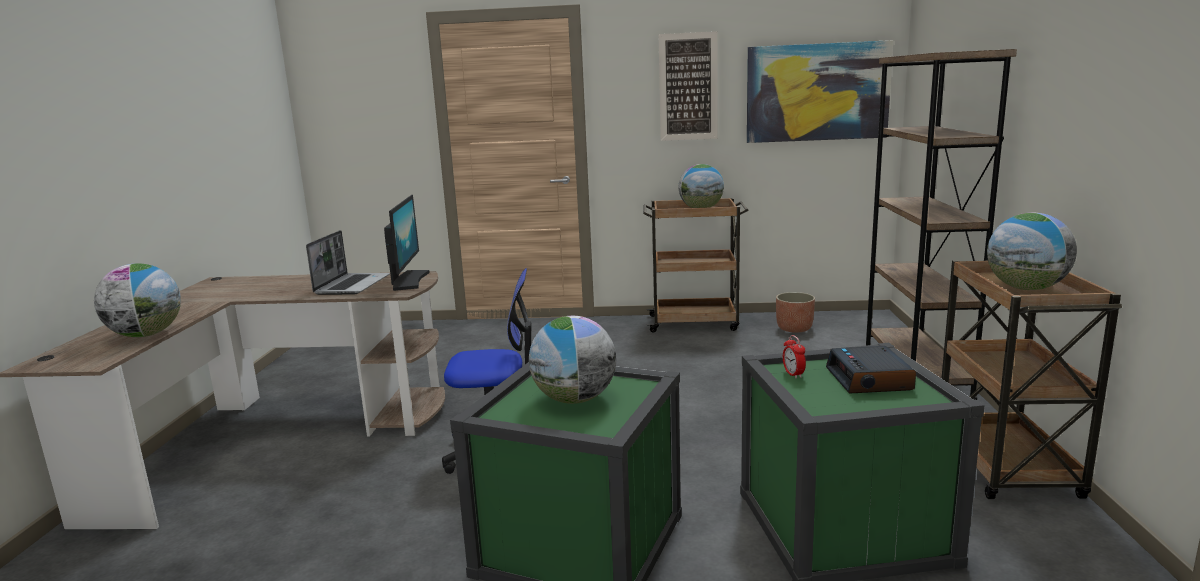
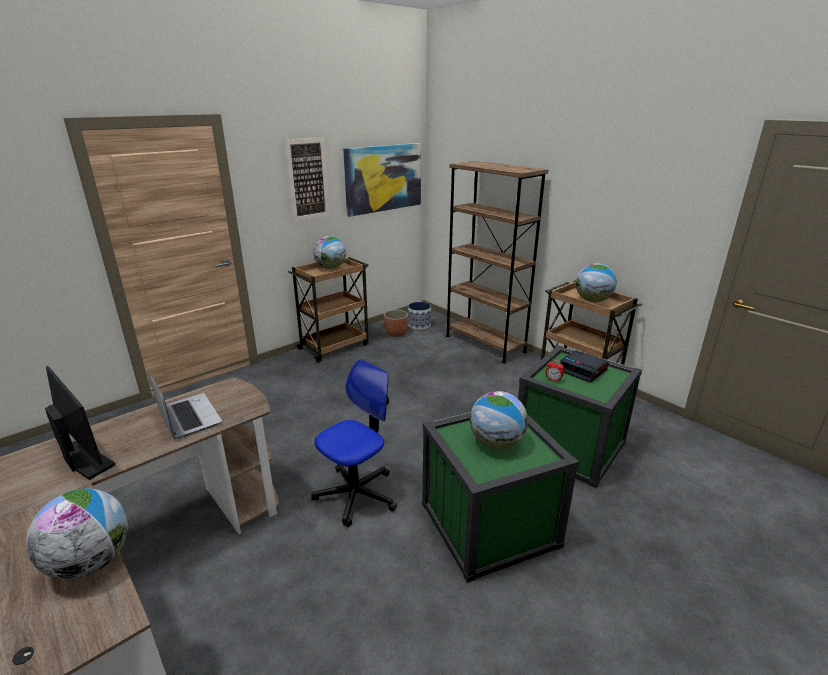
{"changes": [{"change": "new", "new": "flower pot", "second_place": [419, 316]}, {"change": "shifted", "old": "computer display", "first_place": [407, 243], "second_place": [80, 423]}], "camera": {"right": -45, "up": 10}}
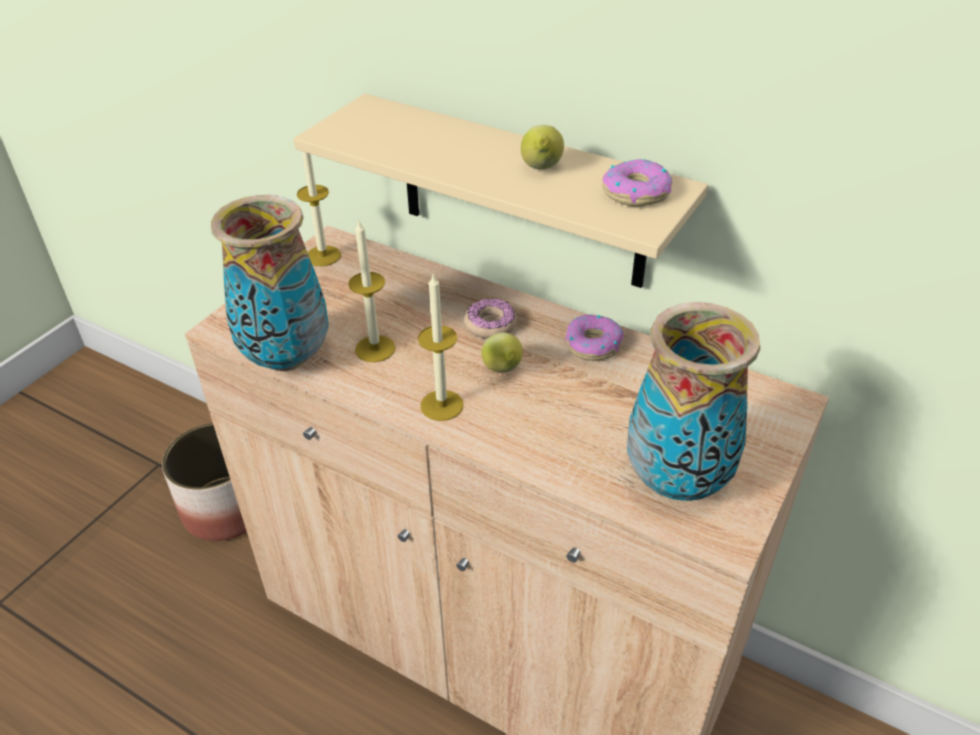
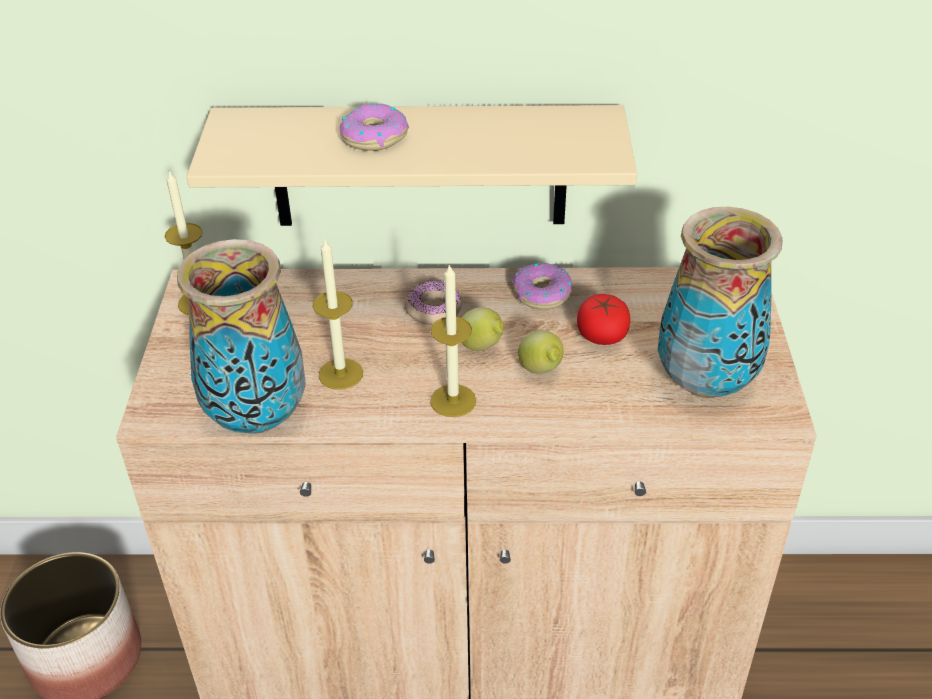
{"changes": [{"change": "new", "new": "fresh tomato", "second_place": [603, 319]}, {"change": "shifted", "old": "whole lemon", "first_place": [542, 147], "second_place": [541, 352]}, {"change": "shifted", "old": "donut", "first_place": [637, 182], "second_place": [374, 127]}], "camera": {"right": -30, "up": 0}}
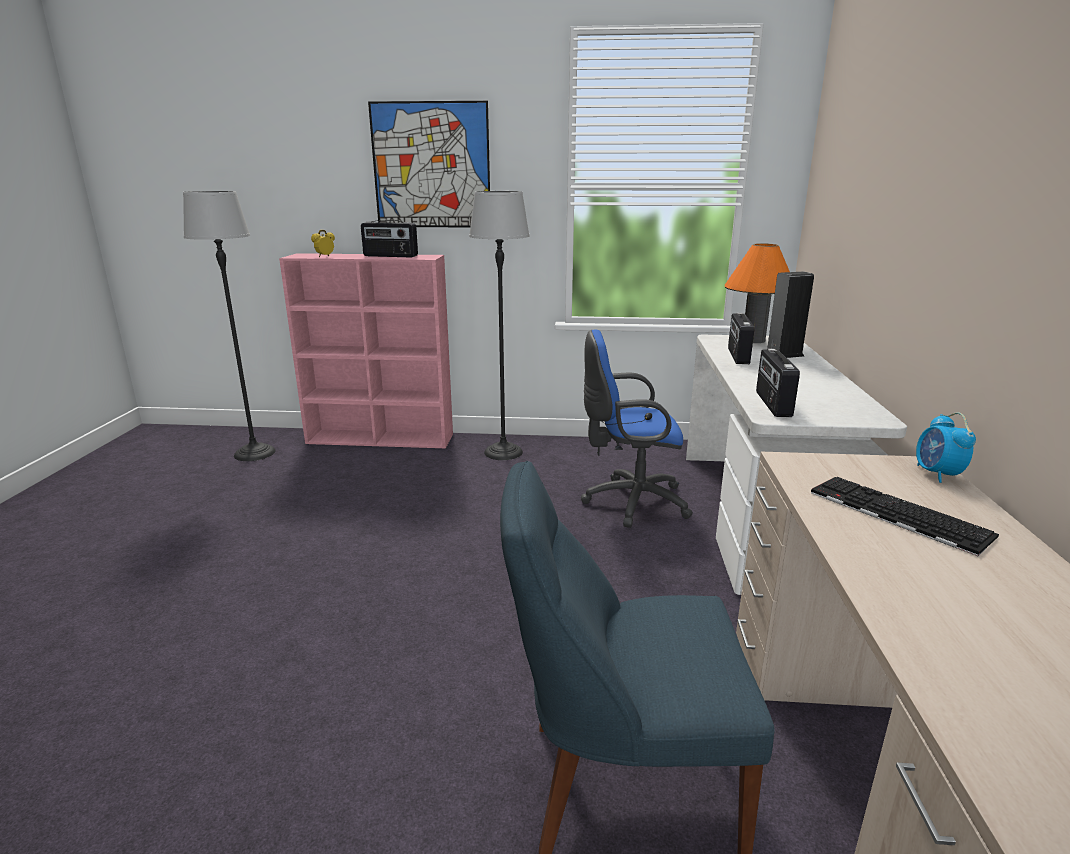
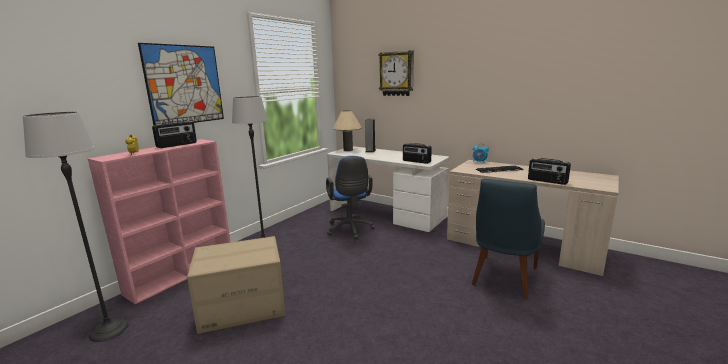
{"changes": [{"change": "new", "new": "cardboard box", "second_place": [236, 285]}, {"change": "new", "new": "hanging clock", "second_place": [396, 73]}, {"change": "shifted", "old": "radio", "first_place": [741, 338], "second_place": [549, 171]}, {"change": "repainted", "old": "tabletop lamp (orange-coloured)", "new": "tabletop lamp (sand-coloured)", "first_place": [757, 293], "second_place": [347, 130]}, {"change": "rotated", "old": "computer chair (blue)", "first_place": [637, 428], "second_place": [350, 197], "degrees": -45}], "camera": {"right": -60, "up": -5}}
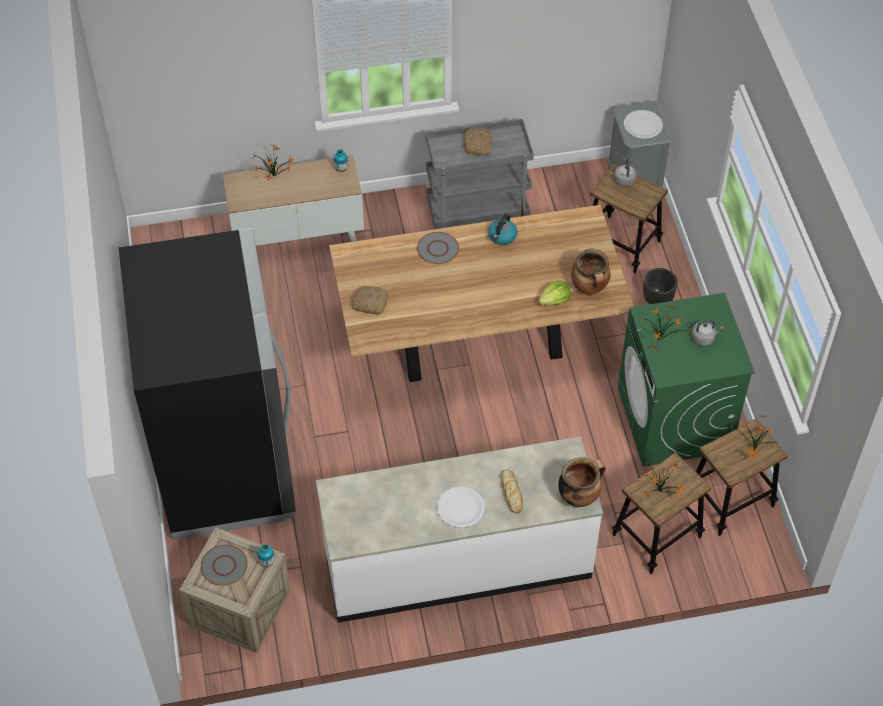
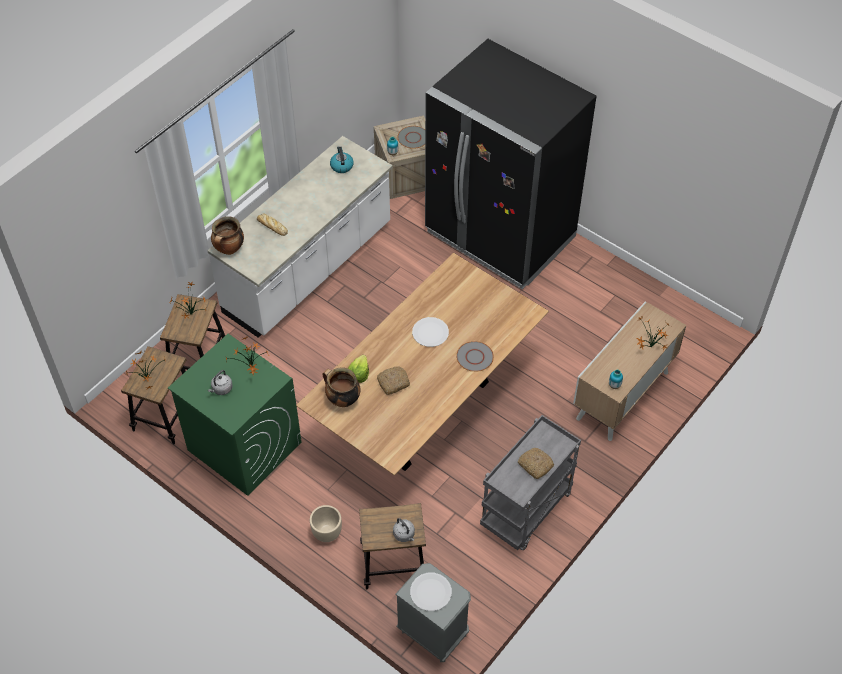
{"changes": [{"change": "shifted", "old": "bakery bread", "first_place": [370, 300], "second_place": [393, 381]}, {"change": "shifted", "old": "dinner plate (whitish)", "first_place": [461, 507], "second_place": [430, 332]}, {"change": "shifted", "old": "kettle", "first_place": [502, 229], "second_place": [342, 159]}, {"change": "repainted", "old": "flower pot (black-coloured)", "new": "flower pot (sand-coloured)", "first_place": [660, 286], "second_place": [326, 523]}], "camera": {"right": 140, "up": 0}}
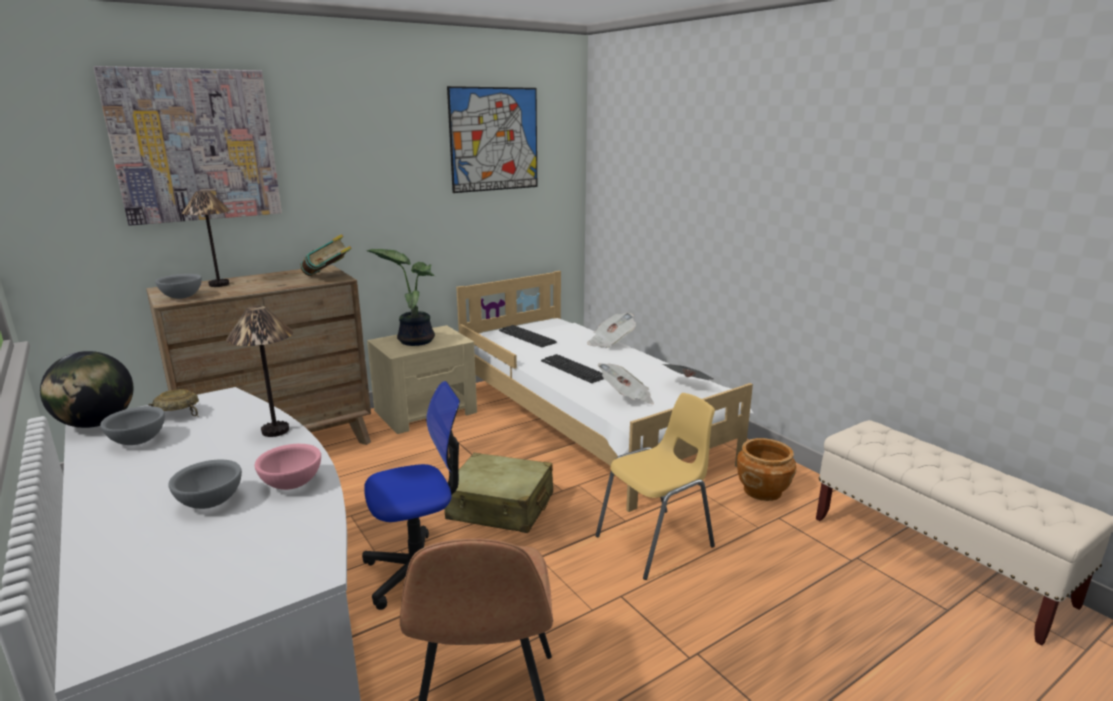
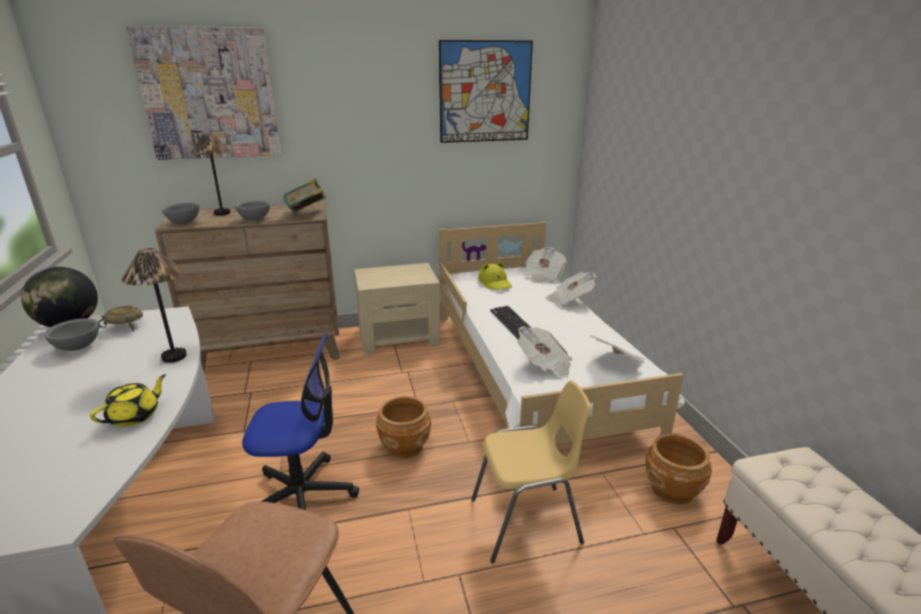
{"changes": [{"change": "gone", "old": "houseplant", "first_place": [401, 297]}, {"change": "new", "new": "newspaper", "second_place": [545, 265]}, {"change": "shifted", "old": "bowl (grey)", "first_place": [205, 484], "second_place": [252, 210]}, {"change": "swapped", "old": "bowl (pinkish)", "new": "pot for tea (yellow)", "first_place": [287, 467], "second_place": [128, 400]}, {"change": "swapped", "old": "suitcase (sand-coloured)", "new": "flower pot (brown-coloured)", "first_place": [498, 493], "second_place": [403, 427]}, {"change": "swapped", "old": "keyboard", "new": "clothing hat (yellow)", "first_place": [528, 336], "second_place": [495, 275]}], "camera": {"right": 20, "up": 5}}
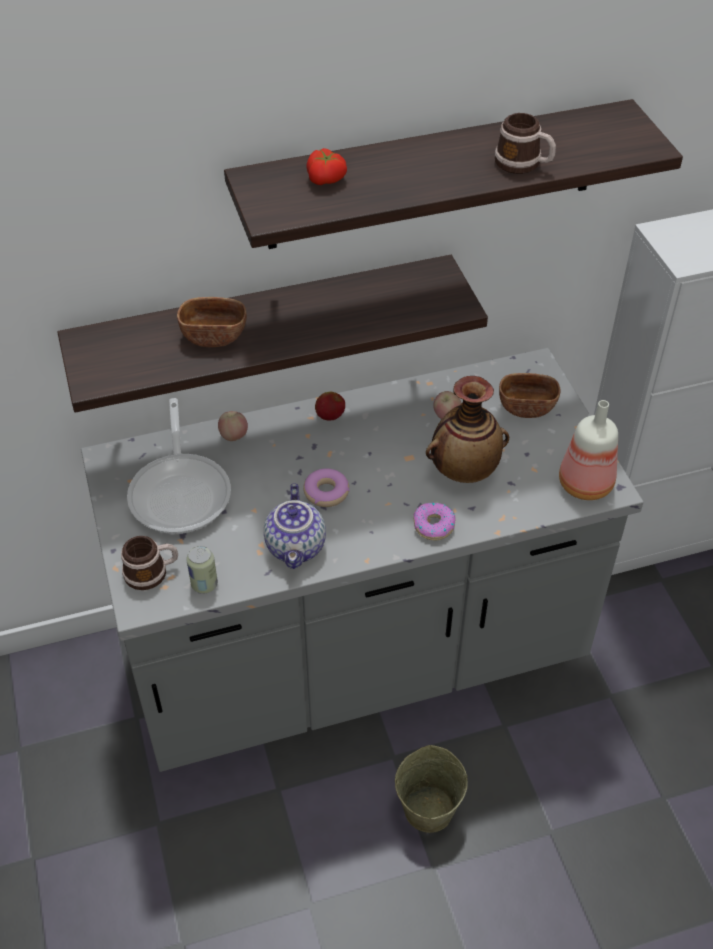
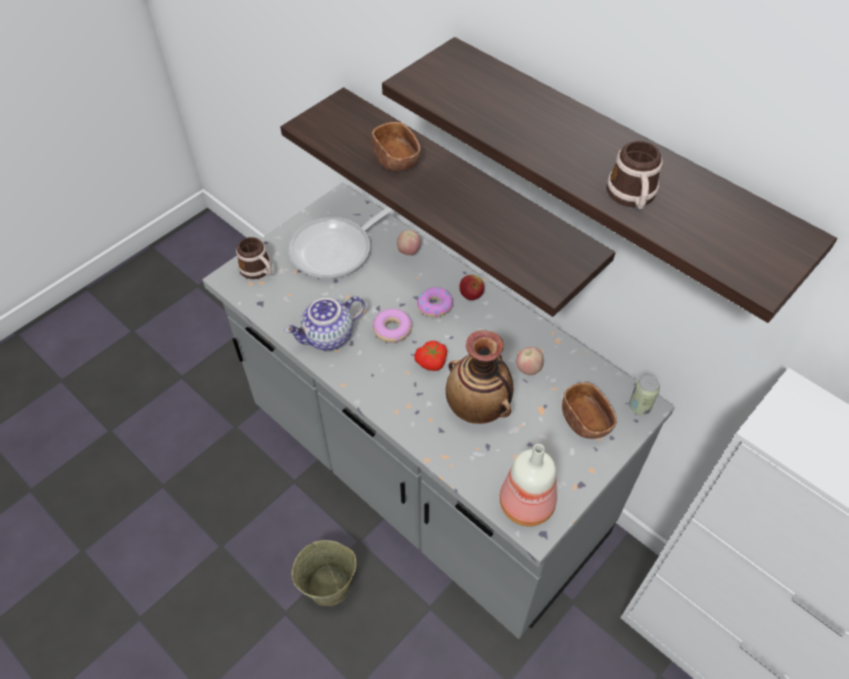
{"changes": [{"change": "shifted", "old": "sealed can", "first_place": [202, 569], "second_place": [644, 395]}, {"change": "shifted", "old": "fresh tomato", "first_place": [326, 166], "second_place": [430, 356]}, {"change": "shifted", "old": "donut", "first_place": [434, 521], "second_place": [435, 302]}], "camera": {"right": 60, "up": 5}}
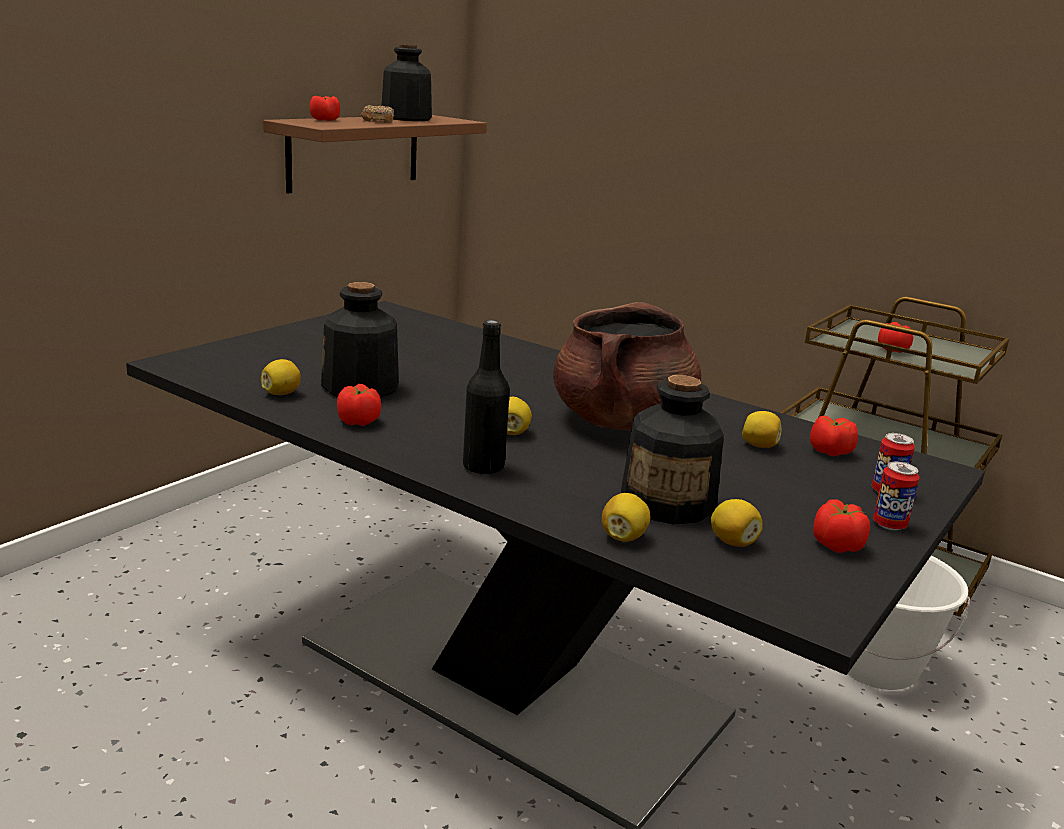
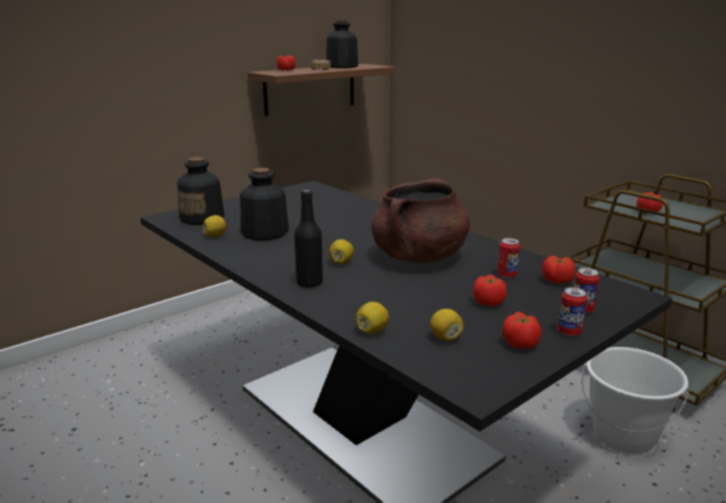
{"changes": [{"change": "shifted", "old": "fresh tomato", "first_place": [359, 405], "second_place": [489, 291]}, {"change": "shifted", "old": "beverage bottle", "first_place": [672, 450], "second_place": [201, 191]}, {"change": "swapped", "old": "whole lemon", "new": "sealed can", "first_place": [762, 429], "second_place": [508, 258]}], "camera": {"right": 15, "up": 0}}
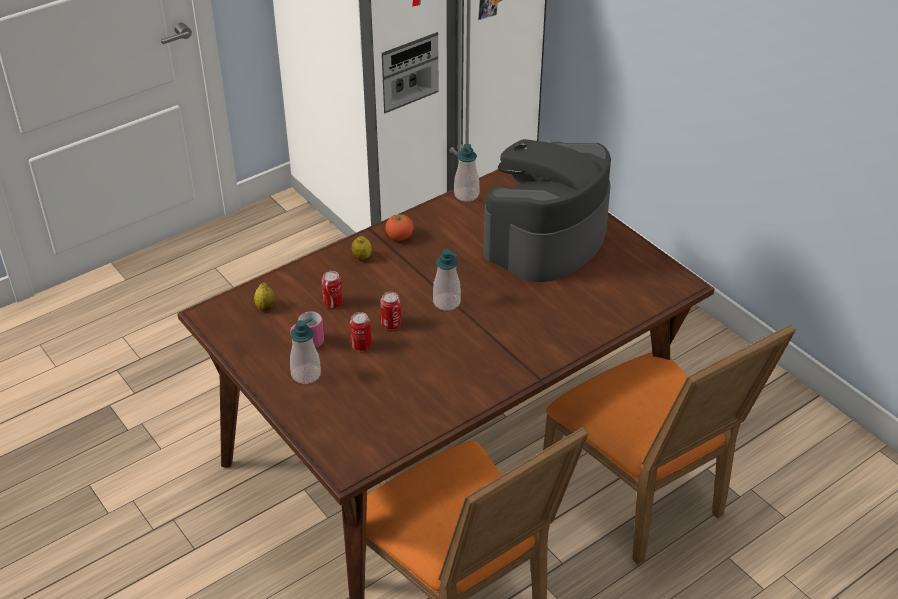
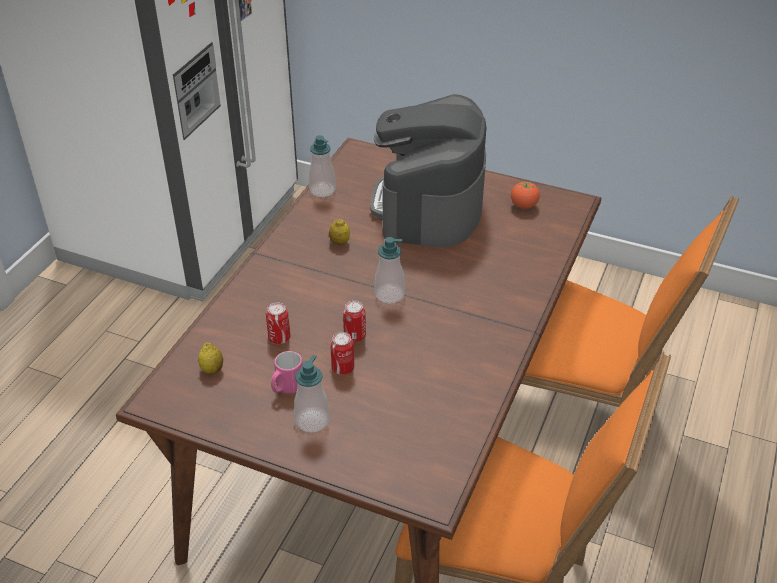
{"changes": [{"change": "shifted", "old": "whole lemon", "first_place": [362, 248], "second_place": [339, 232]}, {"change": "shifted", "old": "fresh tomato", "first_place": [399, 227], "second_place": [525, 195]}], "camera": {"right": -30, "up": 0}}
